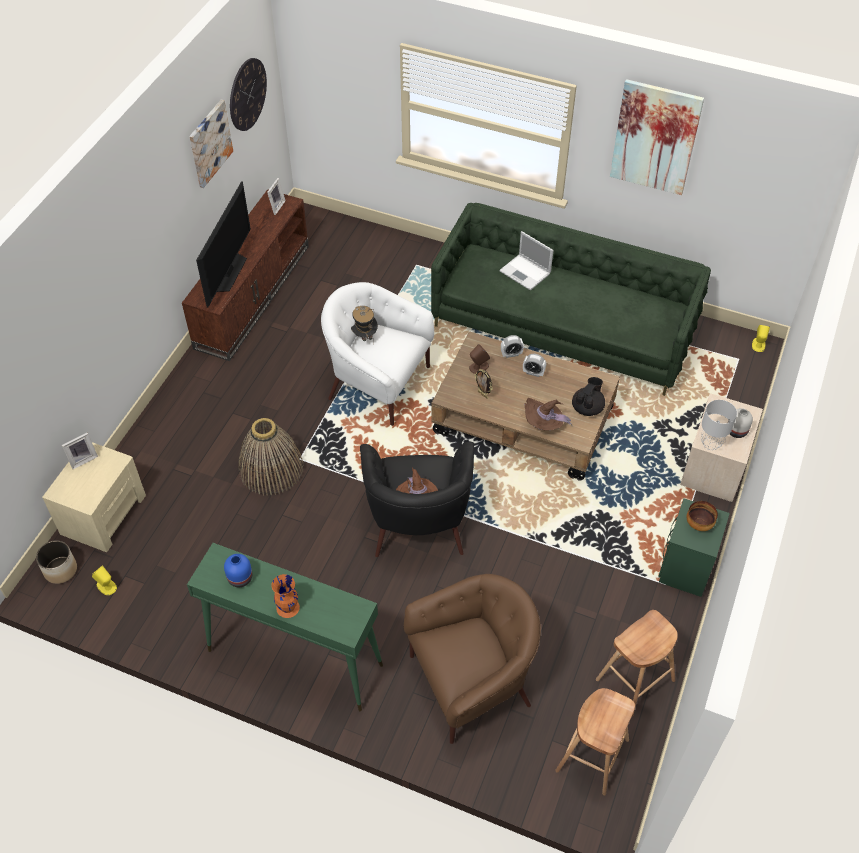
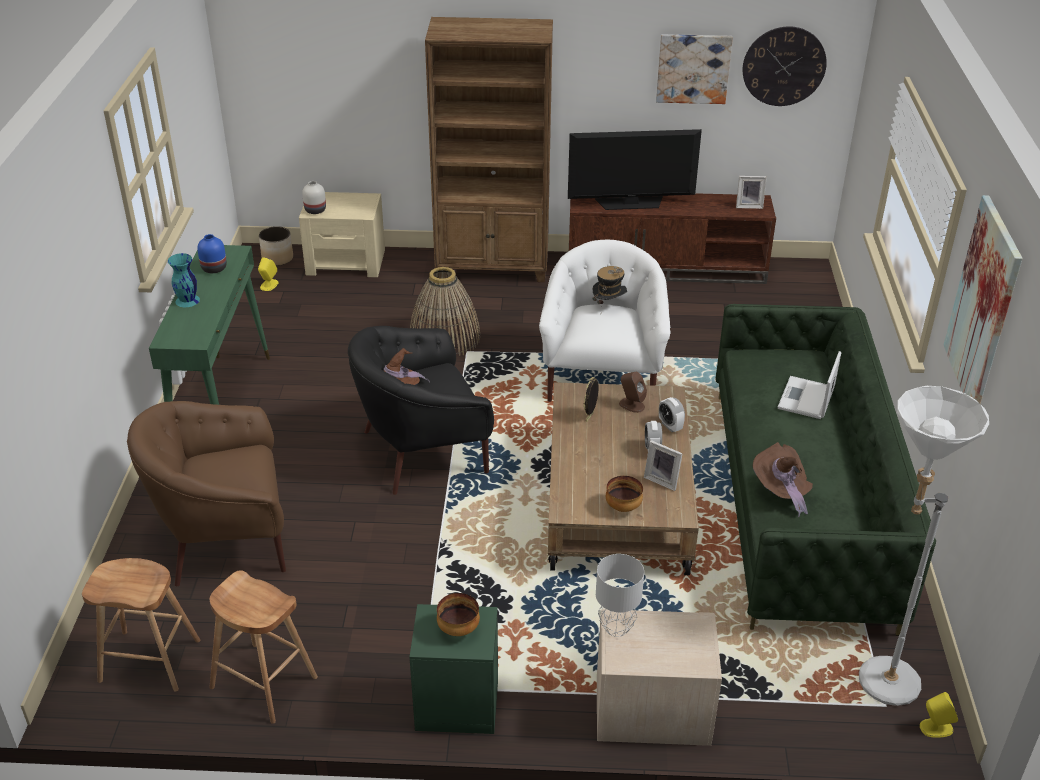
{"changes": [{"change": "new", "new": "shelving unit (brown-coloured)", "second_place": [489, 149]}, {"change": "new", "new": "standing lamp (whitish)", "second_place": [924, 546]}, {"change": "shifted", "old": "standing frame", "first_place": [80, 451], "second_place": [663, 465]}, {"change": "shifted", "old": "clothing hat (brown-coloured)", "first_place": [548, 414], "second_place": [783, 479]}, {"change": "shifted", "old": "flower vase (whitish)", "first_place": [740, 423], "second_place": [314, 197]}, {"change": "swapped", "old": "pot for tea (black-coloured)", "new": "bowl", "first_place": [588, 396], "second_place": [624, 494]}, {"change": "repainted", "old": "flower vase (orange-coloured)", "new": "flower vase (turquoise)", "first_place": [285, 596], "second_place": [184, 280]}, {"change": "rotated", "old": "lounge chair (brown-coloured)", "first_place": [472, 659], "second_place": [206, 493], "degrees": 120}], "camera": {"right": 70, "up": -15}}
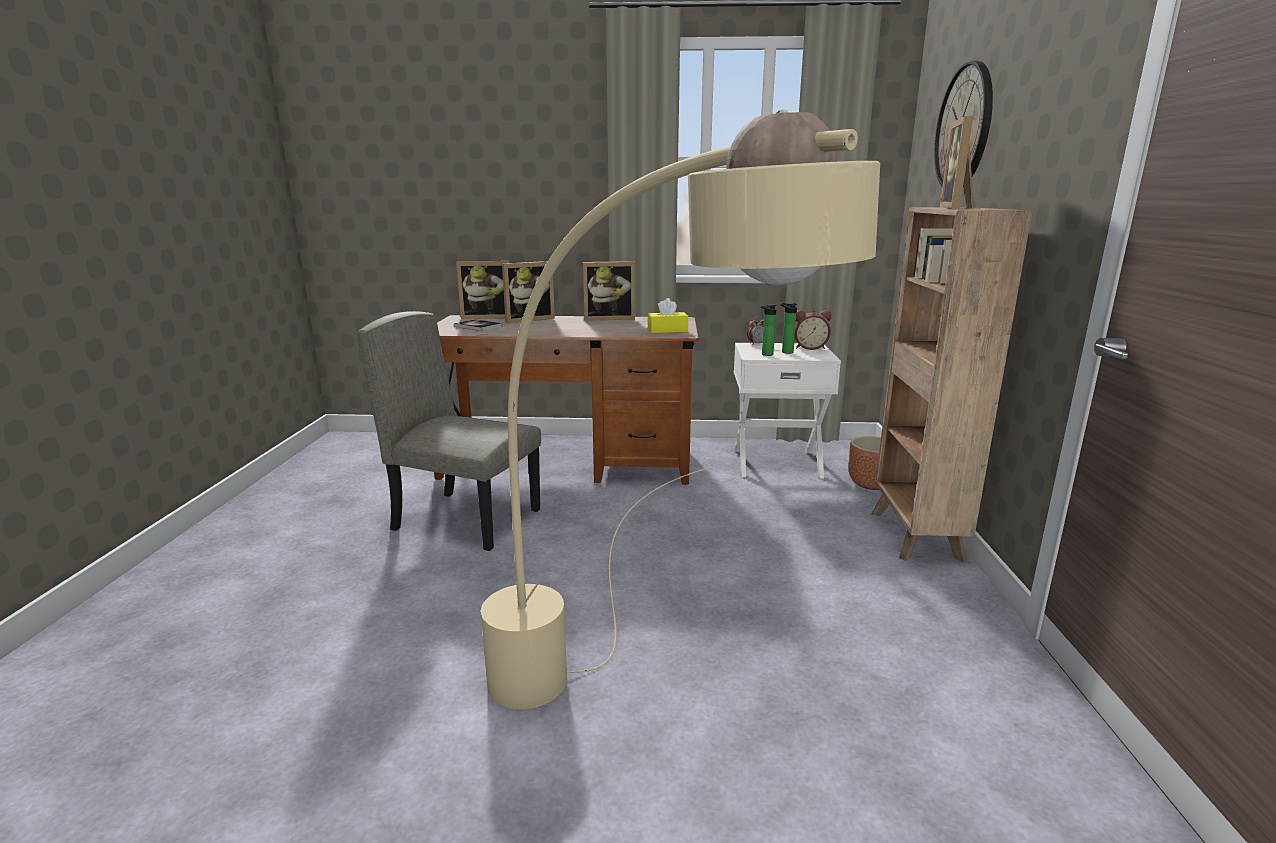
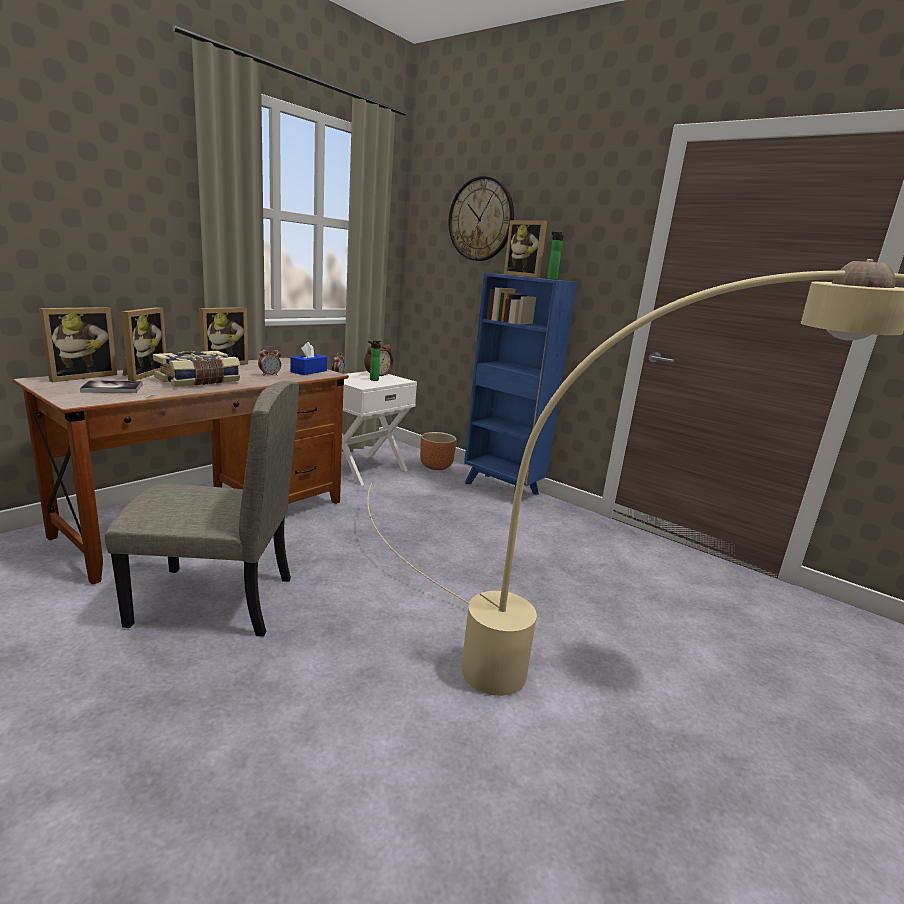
{"changes": [{"change": "new", "new": "bound book", "second_place": [196, 369]}, {"change": "new", "new": "alarm clock", "second_place": [269, 361]}, {"change": "shifted", "old": "beverage bottle", "first_place": [768, 330], "second_place": [555, 256]}, {"change": "repainted", "old": "tissue holder (yellow)", "new": "tissue holder (blue)", "first_place": [668, 315], "second_place": [308, 358]}, {"change": "repainted", "old": "shelving unit (brown-coloured)", "new": "shelving unit (blue)", "first_place": [952, 384], "second_place": [520, 384]}, {"change": "rotated", "old": "plain chair (sand-coloured)", "first_place": [449, 431], "second_place": [202, 509], "degrees": -150}], "camera": {"right": -55, "up": 0}}
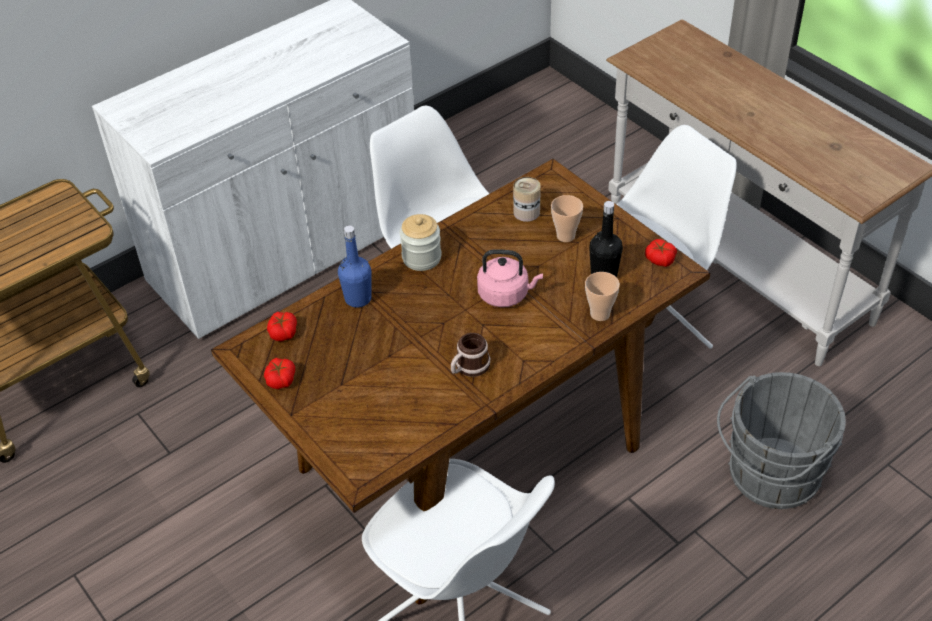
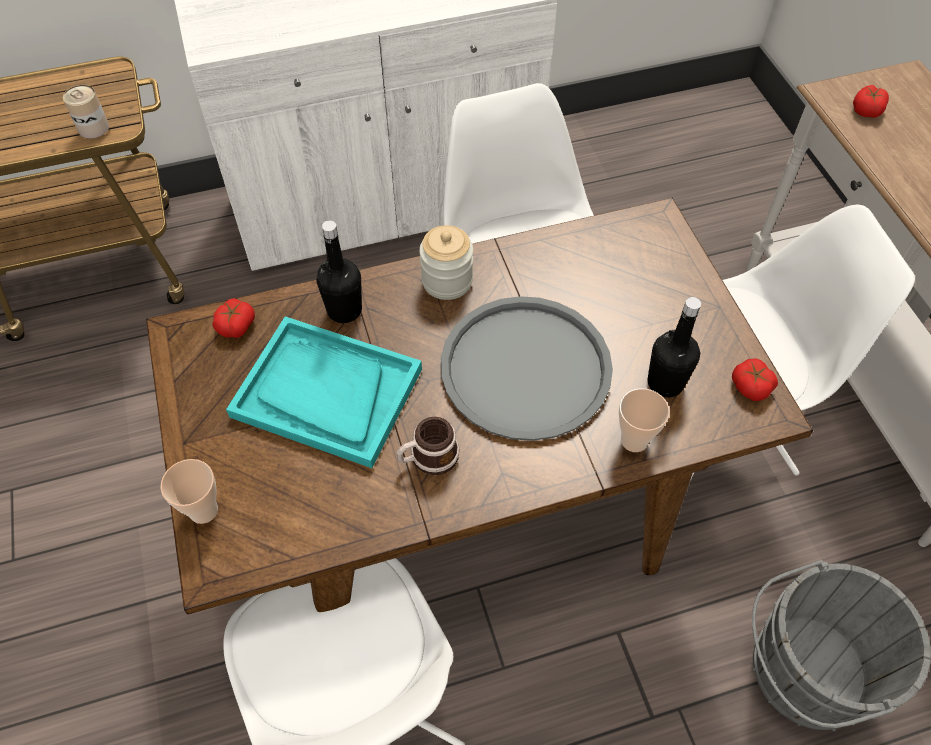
{"changes": [{"change": "new", "new": "serving tray (turquoise)", "second_place": [324, 392]}, {"change": "shifted", "old": "fresh tomato", "first_place": [279, 373], "second_place": [871, 101]}, {"change": "shifted", "old": "sealed can", "first_place": [527, 199], "second_place": [86, 112]}, {"change": "shifted", "old": "drinking cup", "first_place": [567, 218], "second_place": [189, 491]}, {"change": "swapped", "old": "kettle (pinkish)", "new": "serving tray (grey)", "first_place": [510, 278], "second_place": [527, 368]}, {"change": "repainted", "old": "beverage bottle (blue)", "new": "beverage bottle (black-coloured)", "first_place": [355, 266], "second_place": [339, 272]}], "camera": {"right": 20, "up": 10}}
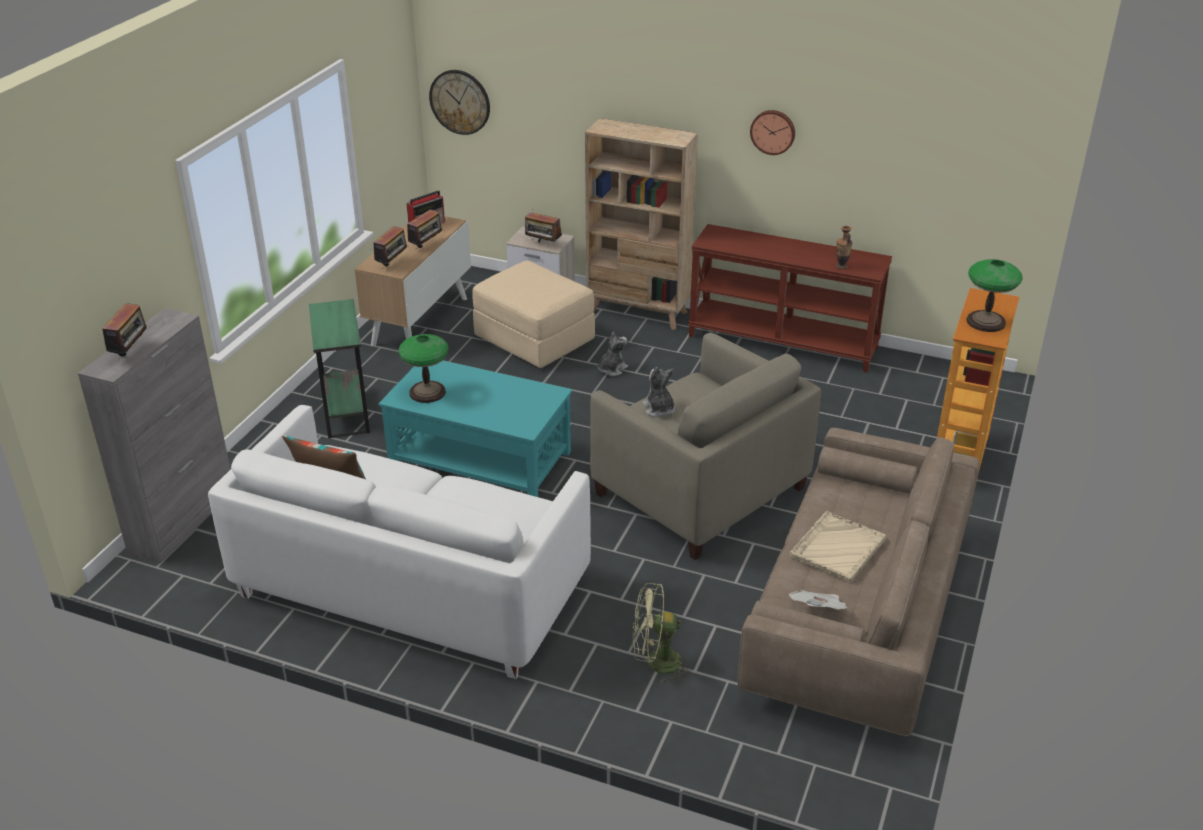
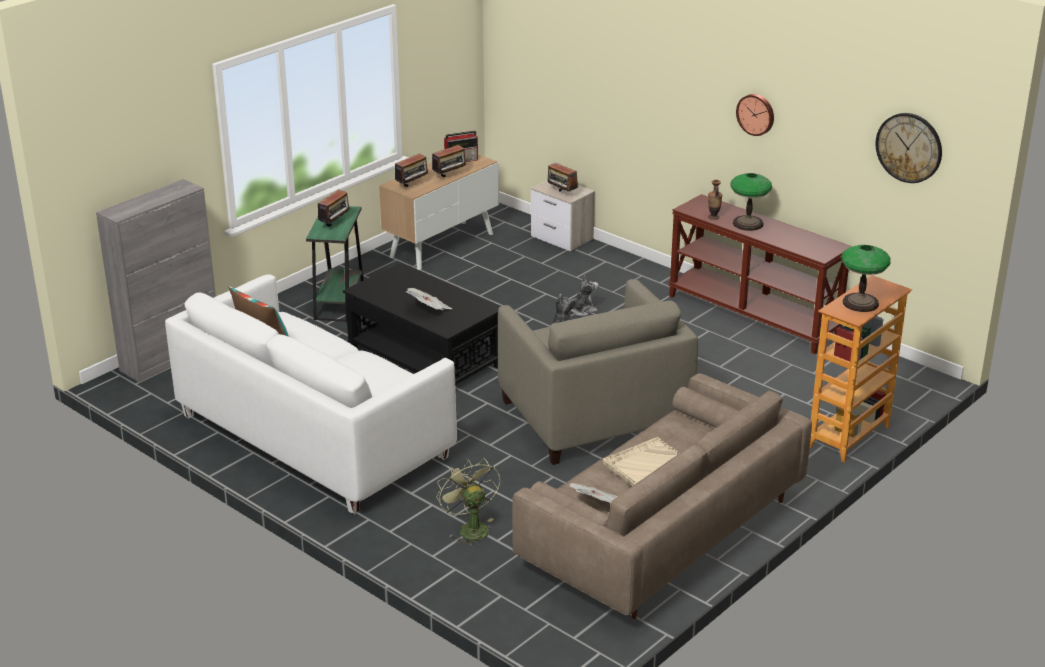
{"changes": [{"change": "gone", "old": "pouffe (sand-coloured)", "first_place": [533, 314]}, {"change": "gone", "old": "shelving unit (sand-coloured)", "first_place": [641, 224]}, {"change": "new", "new": "newspaper", "second_place": [429, 299]}, {"change": "shifted", "old": "radio", "first_place": [126, 331], "second_place": [334, 208]}, {"change": "shifted", "old": "tabletop lamp", "first_place": [424, 368], "second_place": [751, 202]}, {"change": "shifted", "old": "hanging clock", "first_place": [459, 102], "second_place": [909, 148]}, {"change": "shifted", "old": "flower vase", "first_place": [844, 248], "second_place": [715, 200]}, {"change": "repainted", "old": "coffee table (turquoise)", "new": "coffee table (black-coloured)", "first_place": [475, 428], "second_place": [421, 324]}, {"change": "rotated", "old": "electric fan (greenish)", "first_place": [662, 633], "second_place": [468, 502], "degrees": 45}], "camera": {"right": 20, "up": -5}}
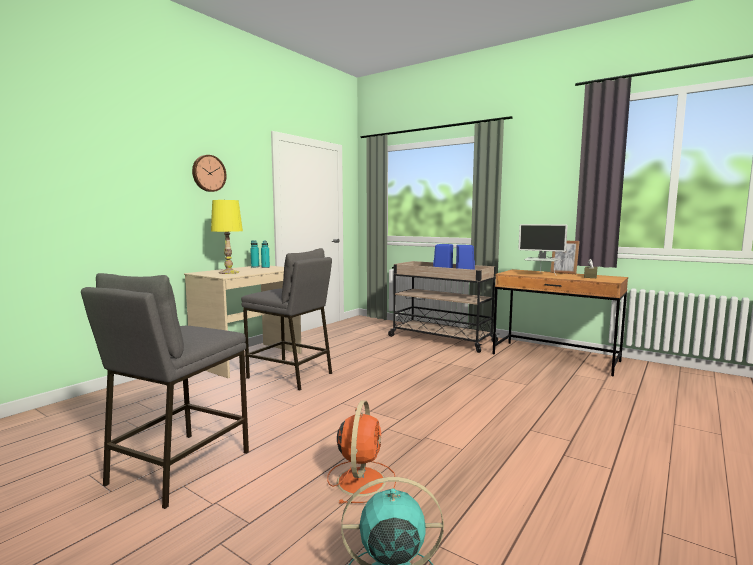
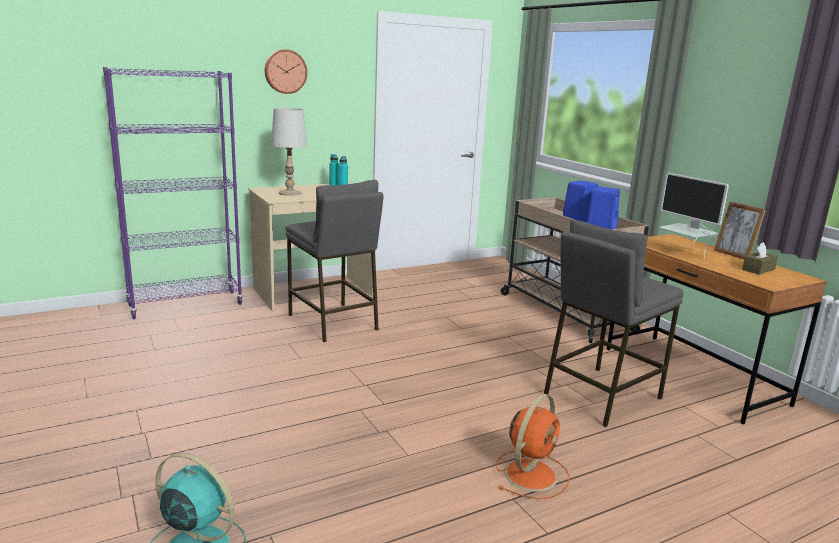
{"changes": [{"change": "new", "new": "shelving unit (purple)", "second_place": [173, 193]}, {"change": "shifted", "old": "stool (grey)", "first_place": [165, 391], "second_place": [613, 323]}, {"change": "shifted", "old": "electric fan (orange-coloured)", "first_place": [361, 452], "second_place": [533, 446]}, {"change": "repainted", "old": "tabletop lamp (yellow)", "new": "tabletop lamp (whitish)", "first_place": [227, 237], "second_place": [289, 152]}], "camera": {"right": 25, "up": 10}}
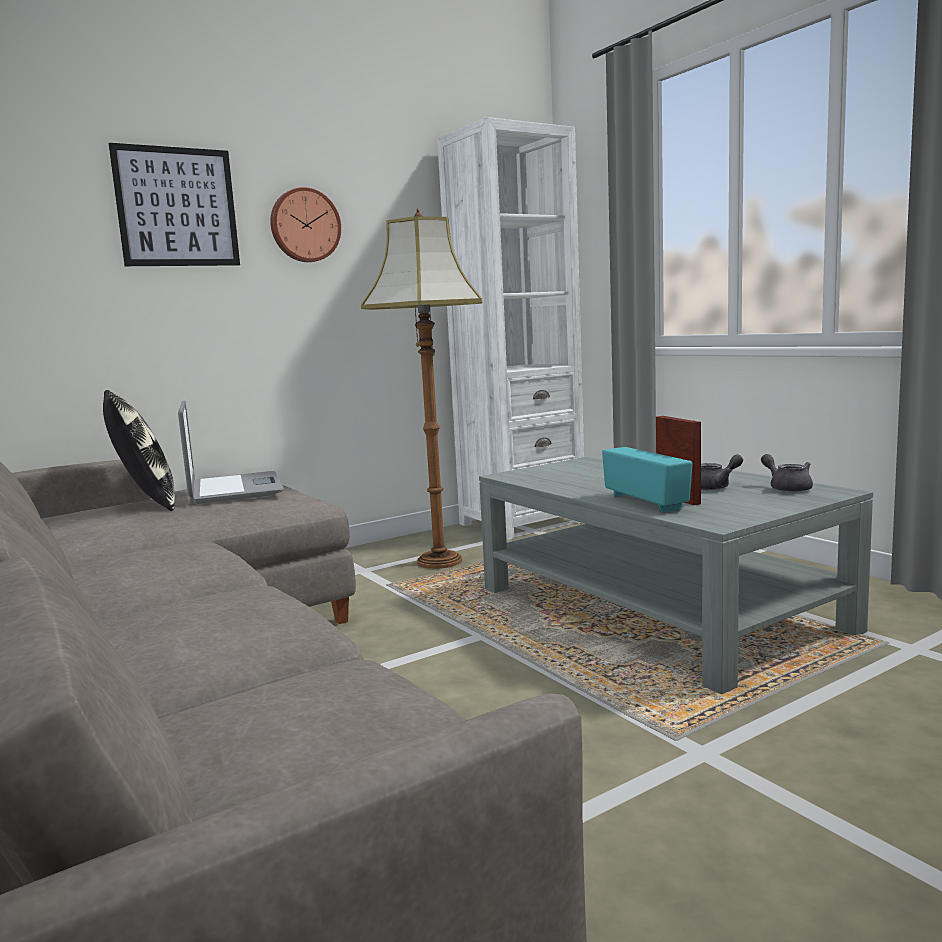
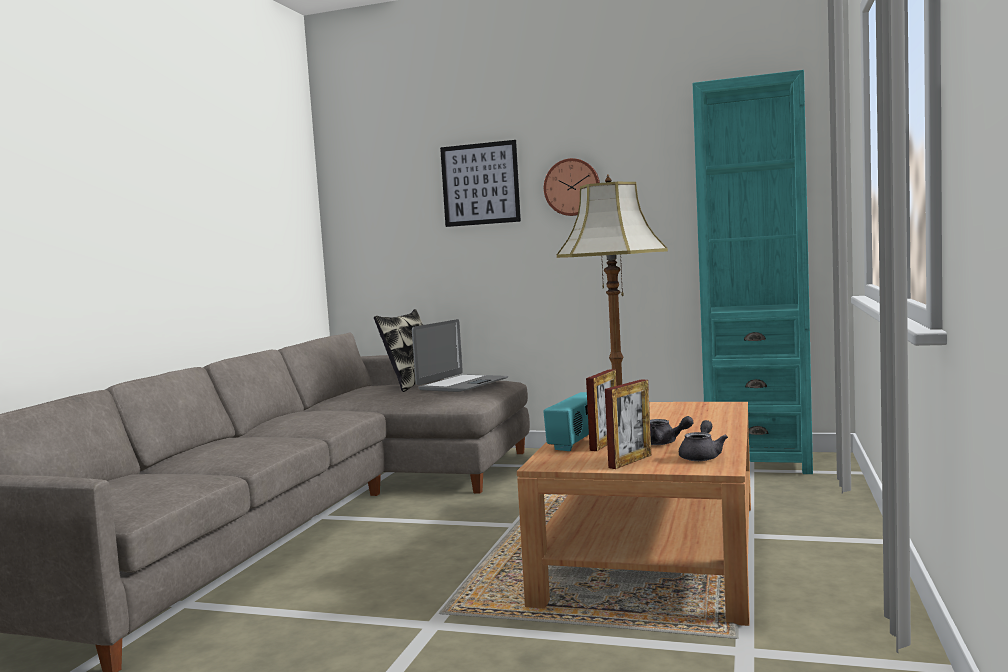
{"changes": [{"change": "new", "new": "standing frame", "second_place": [628, 424]}, {"change": "repainted", "old": "shelving unit (whitish)", "new": "shelving unit (turquoise)", "first_place": [510, 328], "second_place": [753, 272]}, {"change": "repainted", "old": "coffee table (grey)", "new": "coffee table (brown-coloured)", "first_place": [676, 574], "second_place": [634, 514]}], "camera": {"right": 50, "up": -5}}
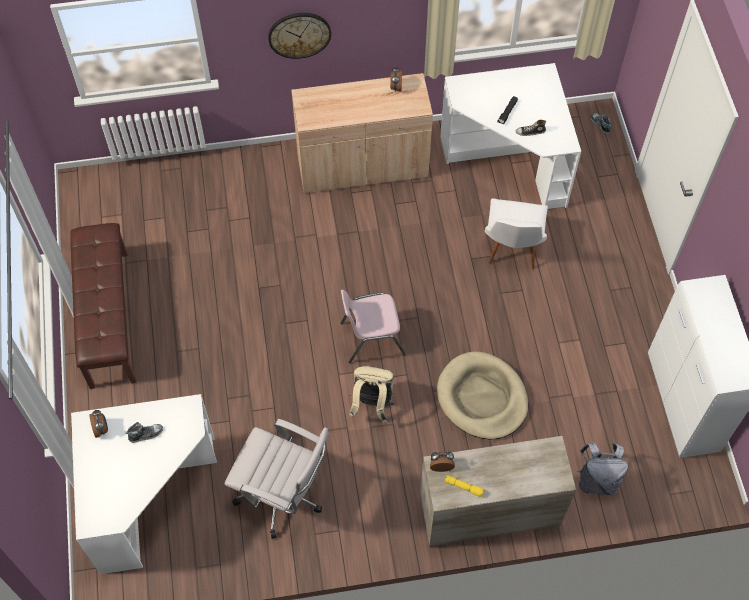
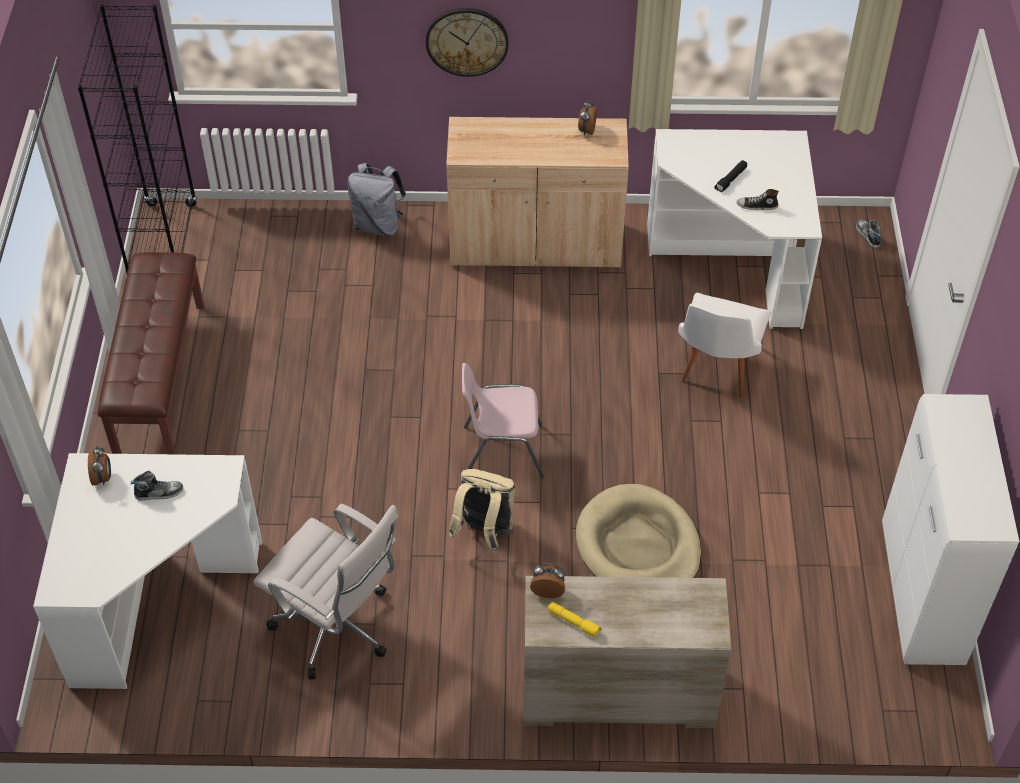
{"changes": [{"change": "new", "new": "shelving unit (black-coloured)", "second_place": [137, 140]}, {"change": "shifted", "old": "knapsack (grey)", "first_place": [602, 468], "second_place": [376, 199]}], "camera": {"right": 10, "up": -10}}
